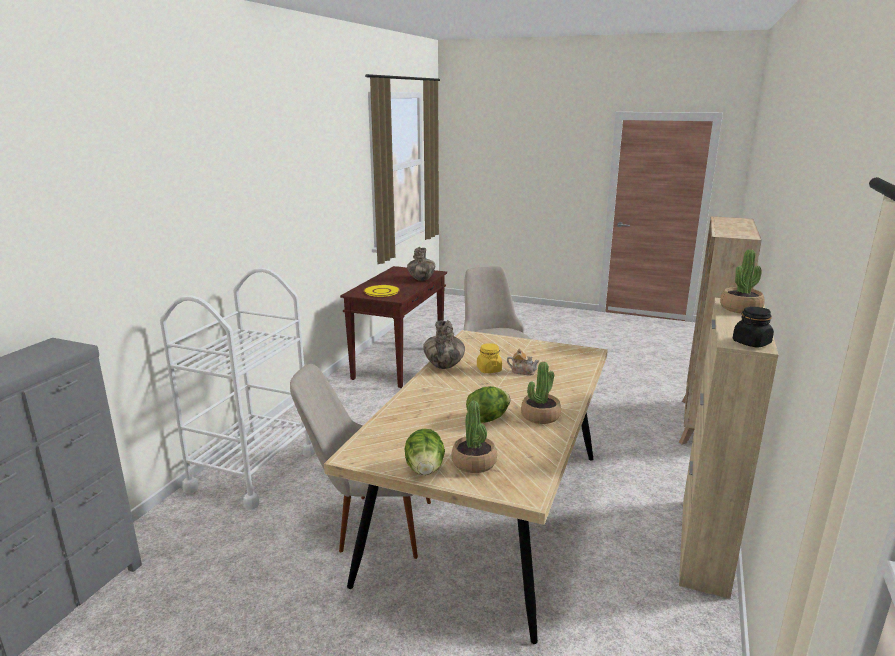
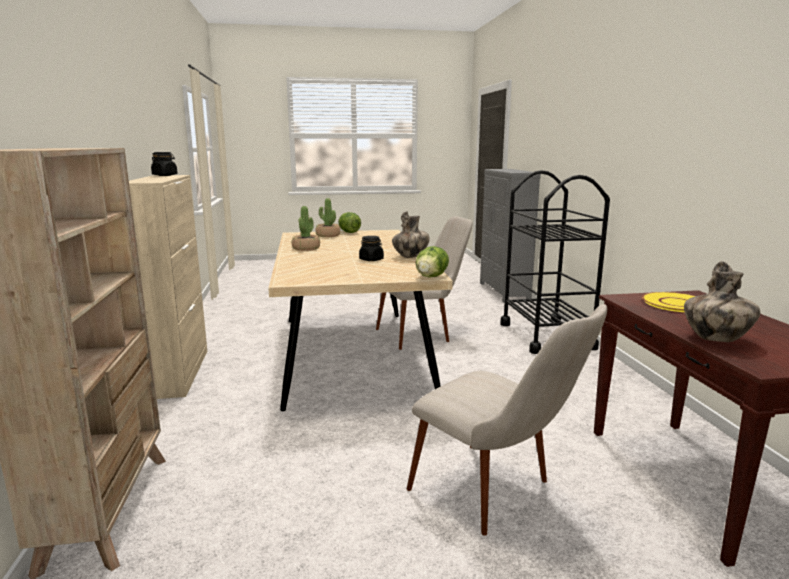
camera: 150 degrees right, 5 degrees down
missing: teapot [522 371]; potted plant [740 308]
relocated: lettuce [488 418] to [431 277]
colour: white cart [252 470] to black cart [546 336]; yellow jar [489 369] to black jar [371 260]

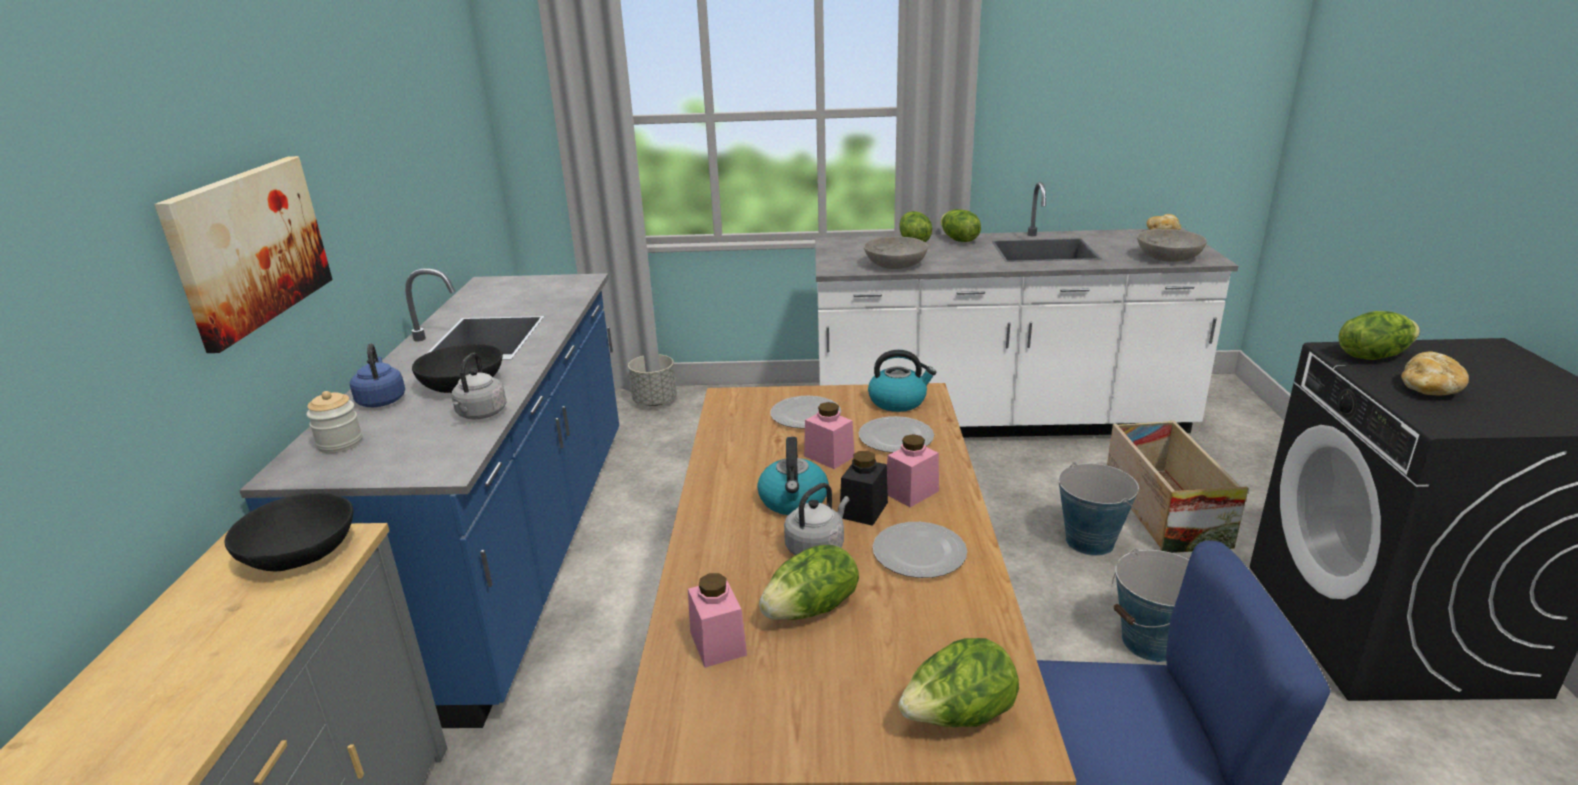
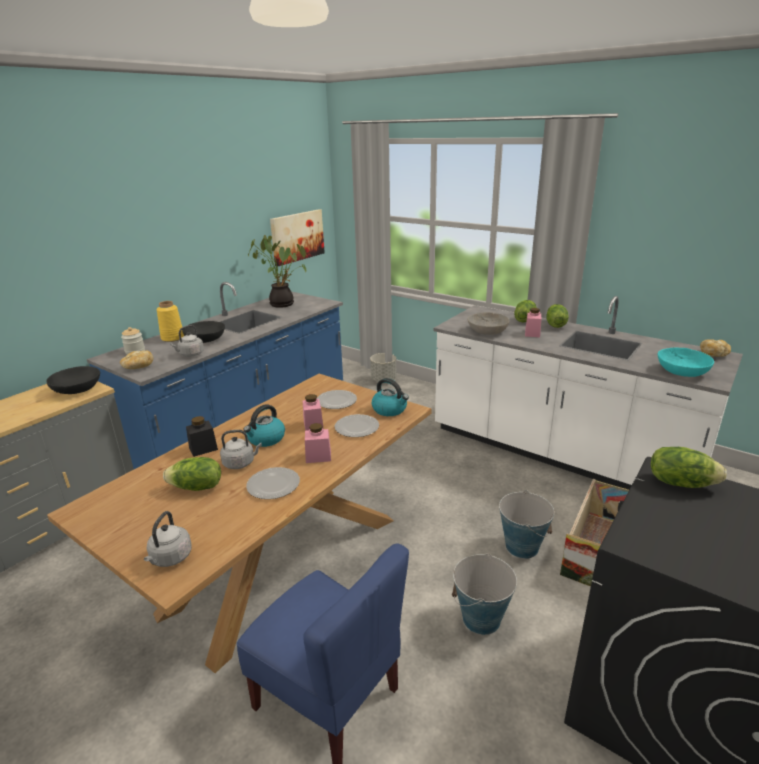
camera: 35 degrees right, 0 degrees up
appeared: potted plant [283 303]
relocated: picture [249 247] to [297 236]; pink jar [718 643] to [532 333]; black jar [864 510] to [203 448]; bread [1429 390] to [138 367]
exchanged: blue kettle [381 400] to yellow vase [172 338]; lettuce [958 717] to grey kettle [170 558]
colour: grey bowl [1167 257] to turquoise bowl [681 371]

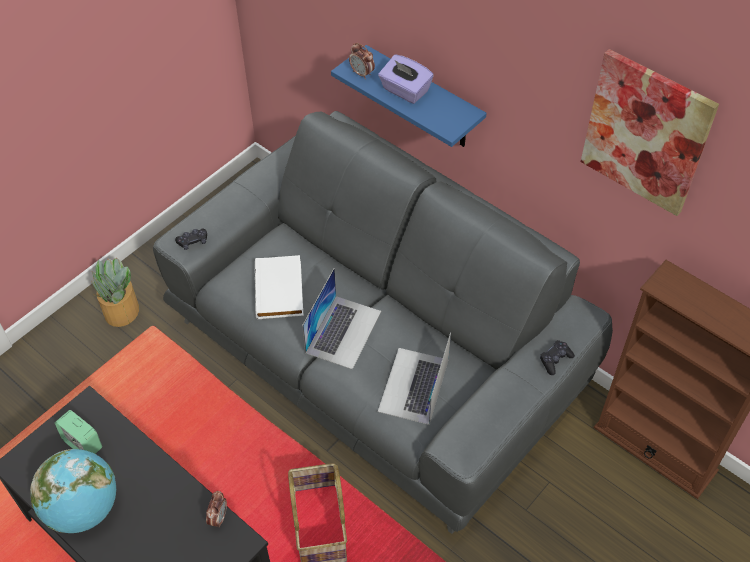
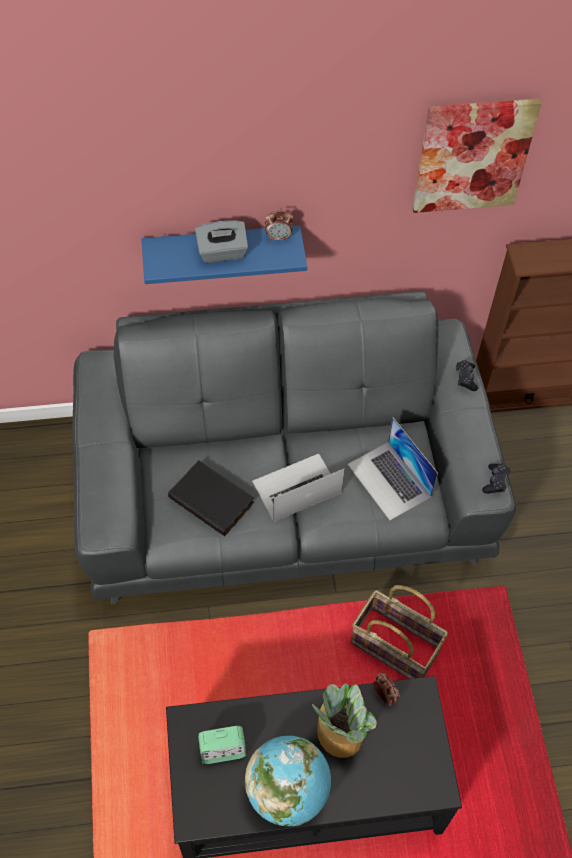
camera: 50 degrees left, 5 degrees up
relocated: potted plant [121 312] to [340 734]; black game controller [193 242] to [495 481]; alarm clock [362 74] to [278 237]
colour: white book [281 290] to black book [213 499]; purple tissue box [405 91] to grey tissue box [222 253]
spun: laptop [343 331] = [296 487] 90 degrees counterclockwise

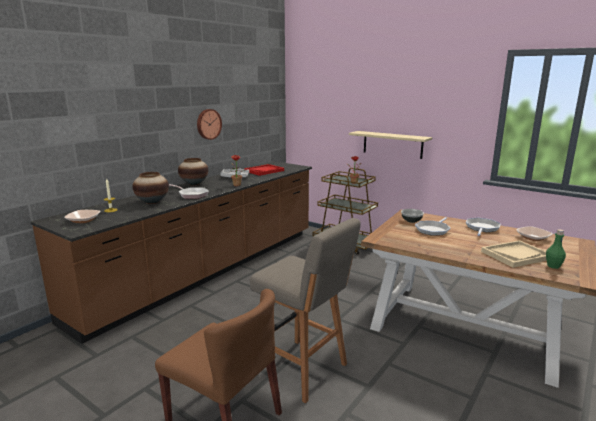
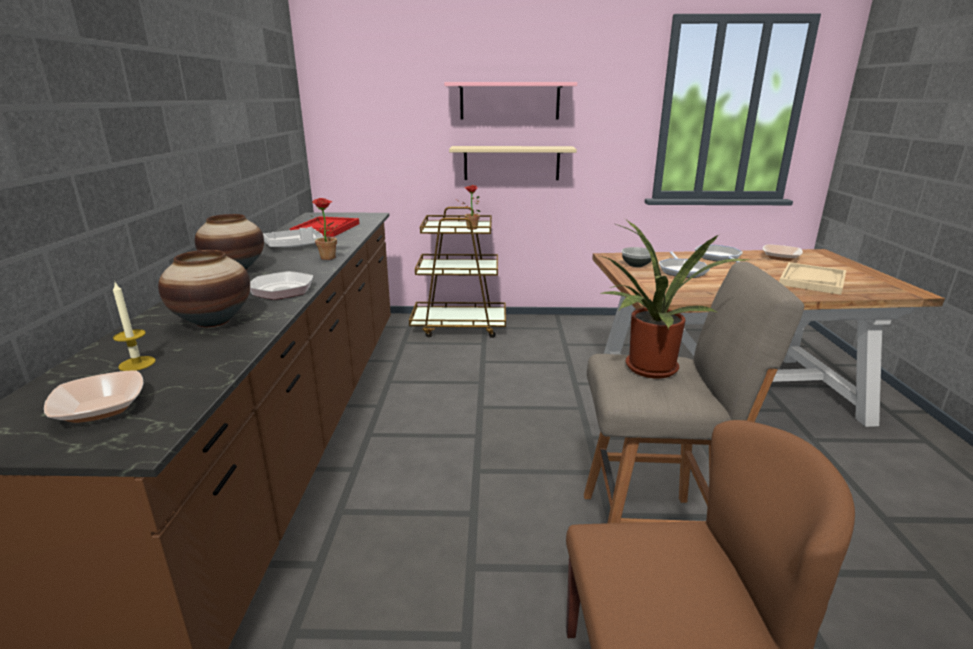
camera: 35 degrees left, 5 degrees up
missing: wall clock [208 124]; green bottle [553 266]
appeared: pink shelf [509 101]; potted plant [649 370]

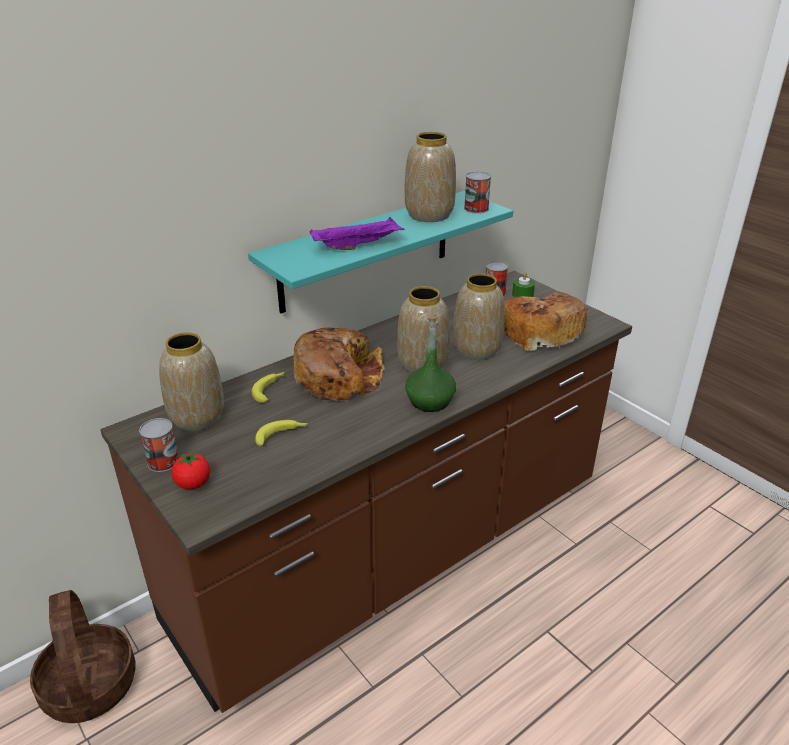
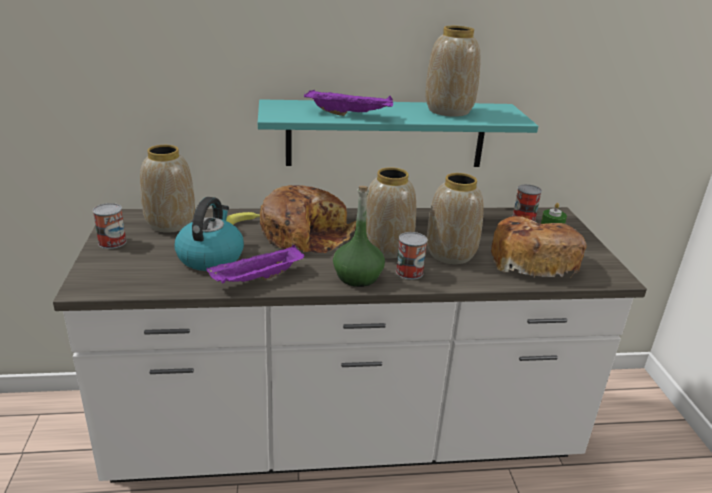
camera: 30 degrees right, 5 degrees down
missing: basket [89 685]; tomato [193 484]
appeared: purple tray [257 279]
relocated: can [476 209] to [409 272]
exchanged: banana [282 435] to kettle [210 257]
colour: brown counter [394 554] to white counter [345 435]

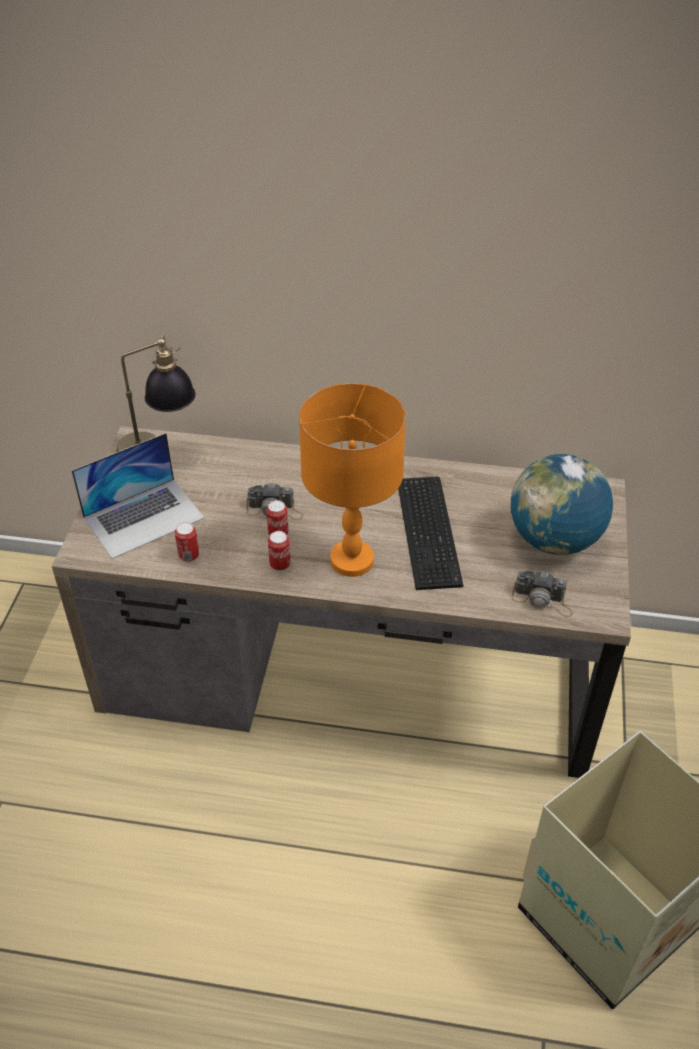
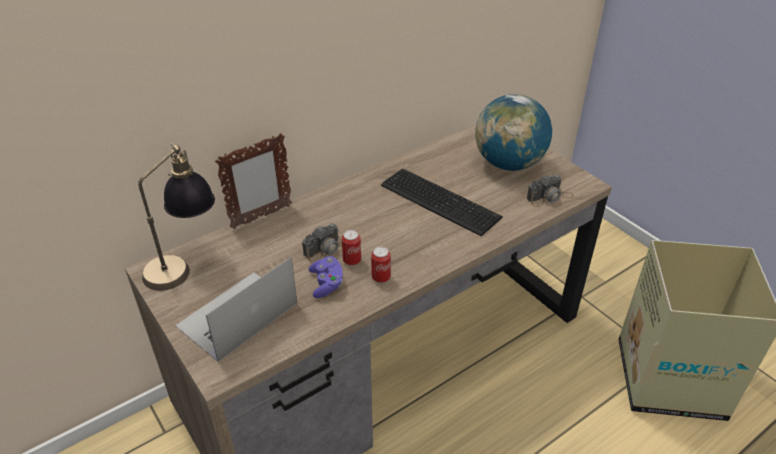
camera: 45 degrees left, 5 degrees down
missing: can [189 556]; orange table lamp [351 561]
appeared: picture frame [261 217]; purple game controller [326 284]
spun: laptop [144 517] = [237 315] 150 degrees counterclockwise

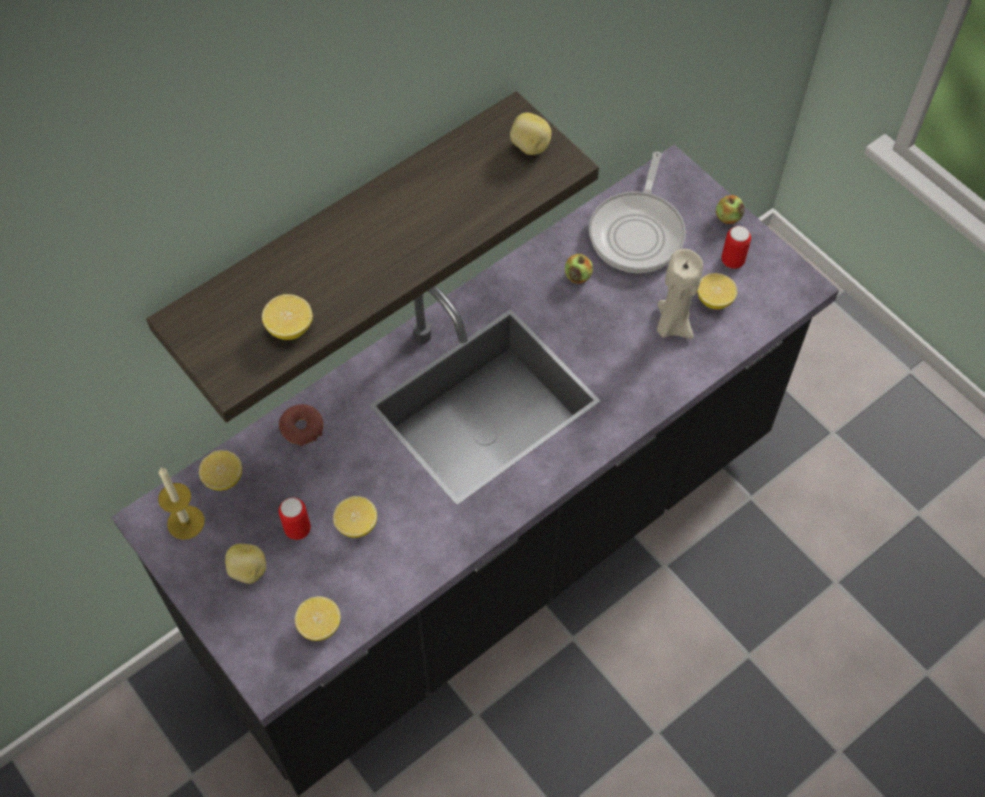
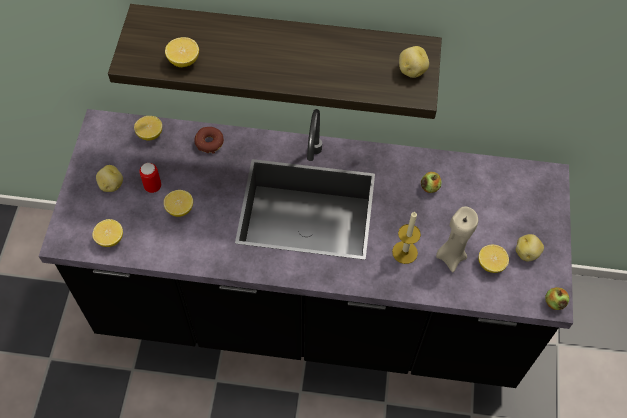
camera: 45 degrees right, 0 degrees up
missing: frying pan [638 232]
relocated: candle [186 522] to [404 252]; apple [728 217] to [554 302]
exchanged: can [732 261] to potato [526 253]

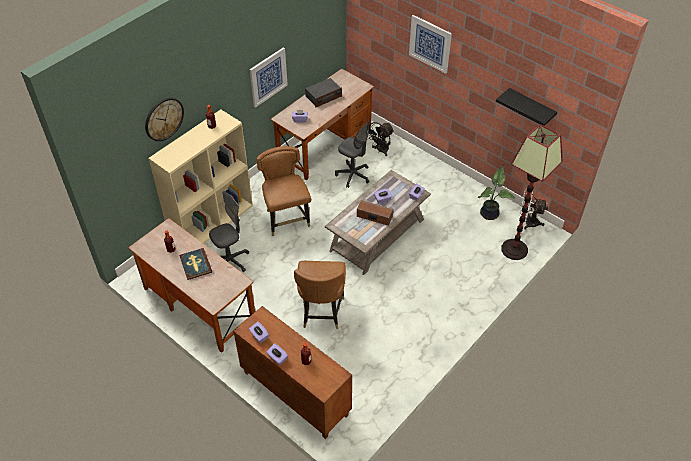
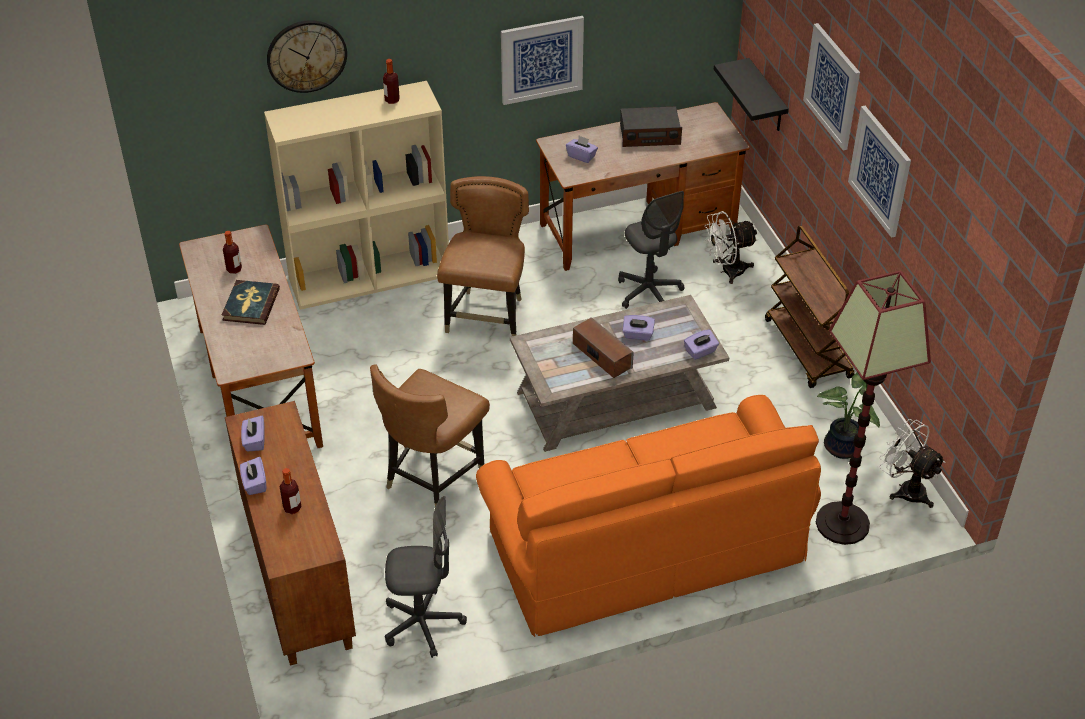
camera: 30 degrees right, 5 degrees down
appeared: orange sofa [645 545]; brown cart [808 349]; picture [880 171]
relocated: grey office chair [230 261] to [423 624]; black shelf [531 107] to [766 97]
colour: black fan [380 150] to white fan [727 271]

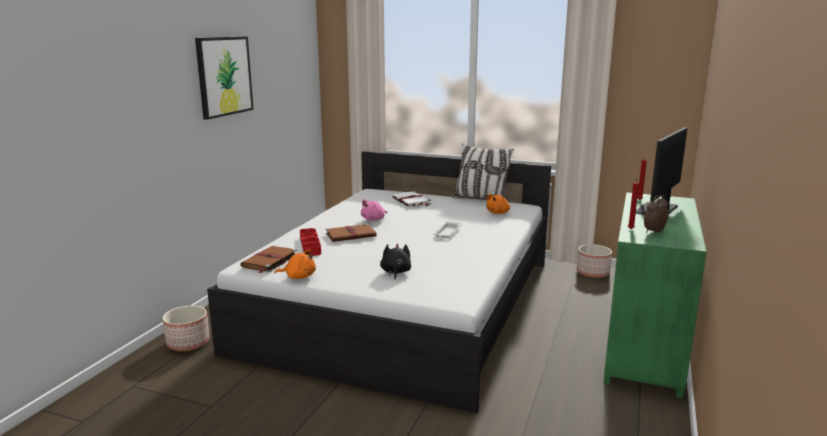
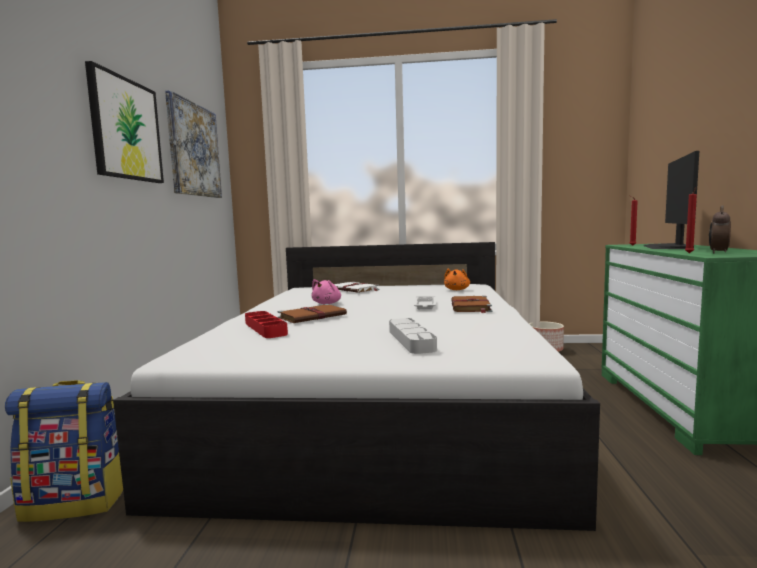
camera: 15 degrees left, 10 degrees down
missing: orange plush toy [299 276]; pillow [481 199]
appeared: picture [194 150]
relocated: brown book [269 261] to [470 307]
exchanged: planter [189 343] to backpack [76 502]; black plush toy [395 272] to grey tray [411 340]

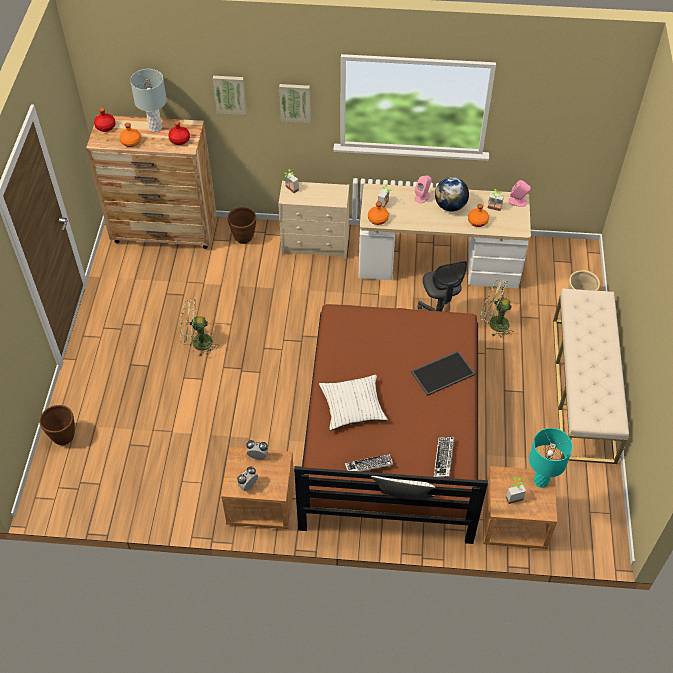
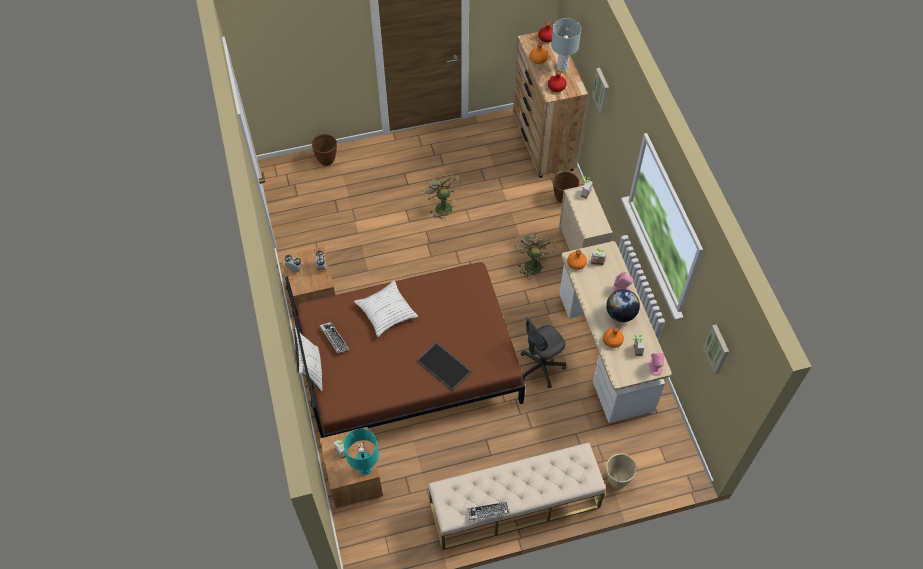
camera: 70 degrees right, 5 degrees up
relocated: picture [295 102] to [717 349]; keyboard [444 458] to [488 512]; green fan [494 323] to [532 263]

